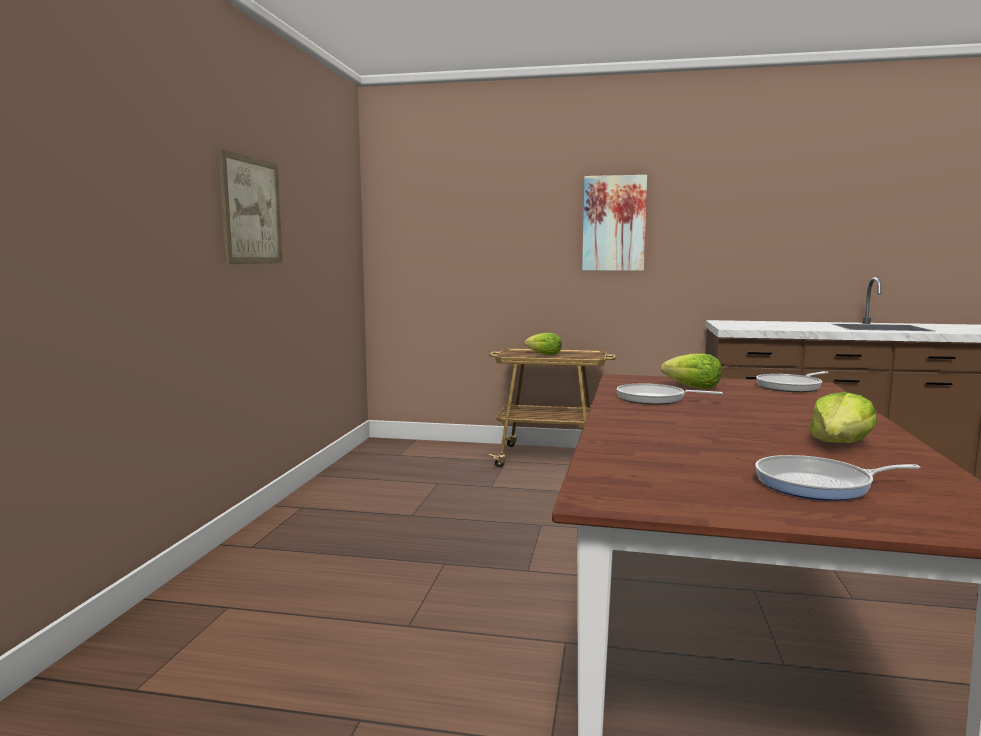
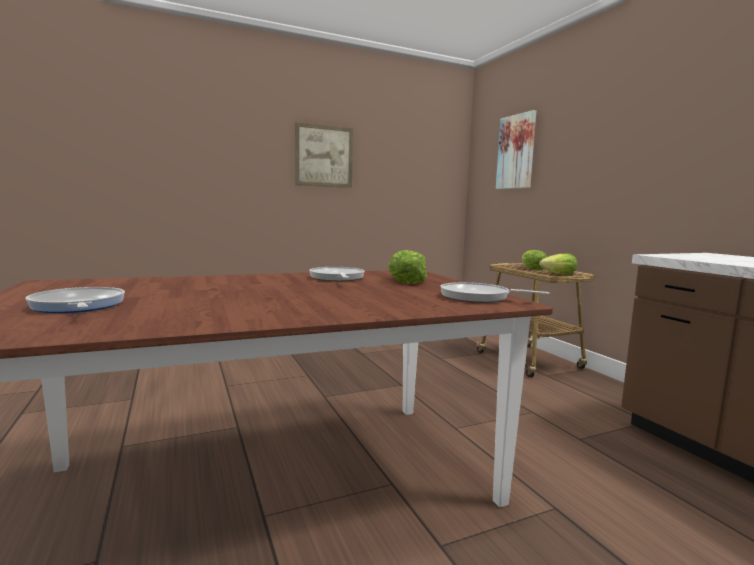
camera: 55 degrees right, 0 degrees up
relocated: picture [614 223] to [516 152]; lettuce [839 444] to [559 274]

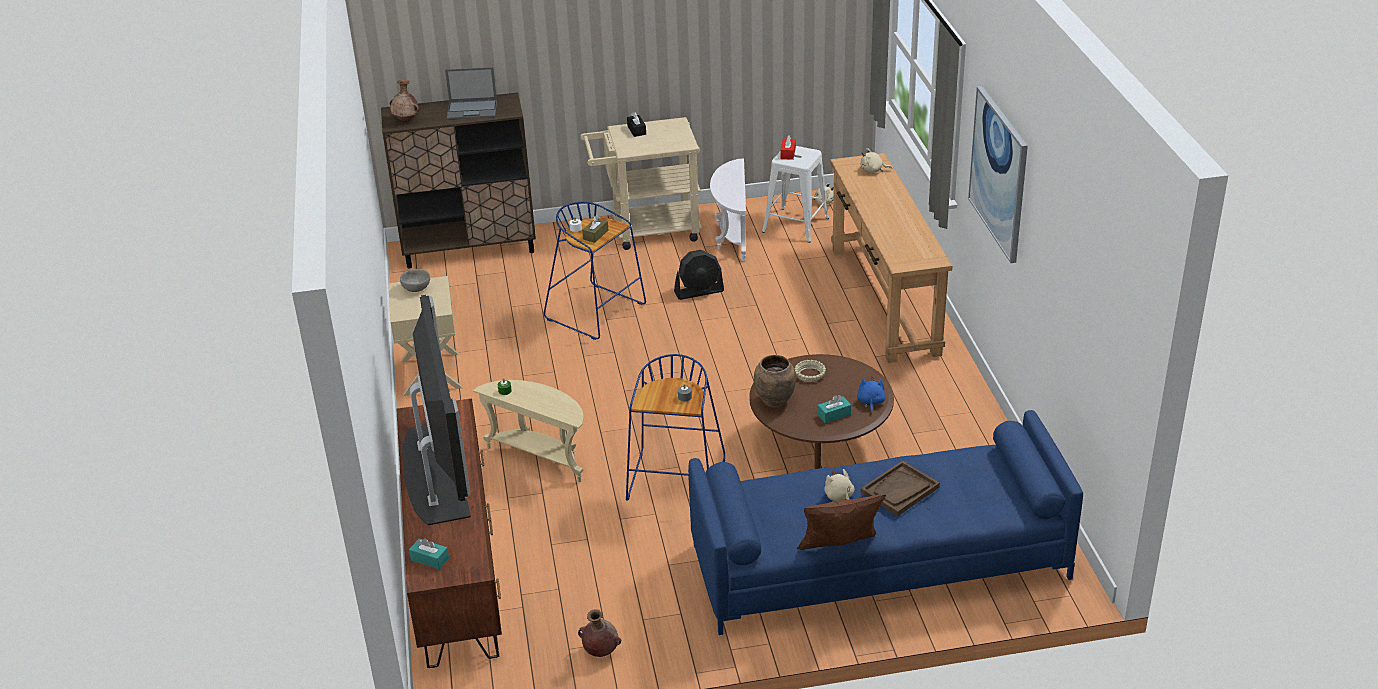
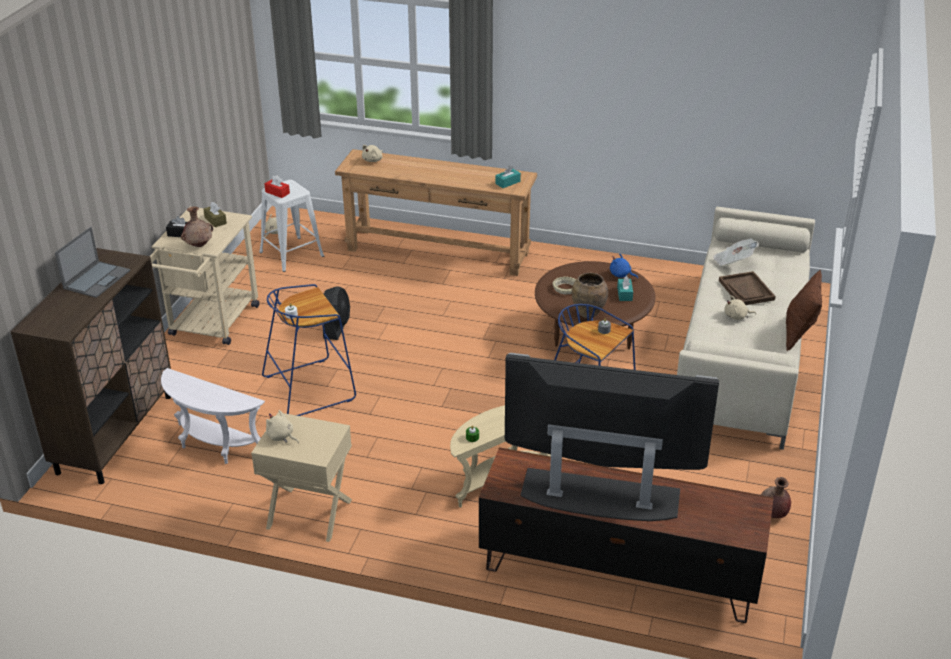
camera: 65 degrees left, 0 degrees up
missing: picture [999 173]
appeared: newspaper [733 262]
relocated: brown vase [406 120] to [199 245]; turquoise tissue box [430 559] to [507 182]; brown tissue box [595 235] to [215 220]; white side table [731 236] to [213 446]
exchanged: grey bowl [416 288] to beige plush toy [281 437]
colour: blue sofa [877 562] to beige sofa [742 354]

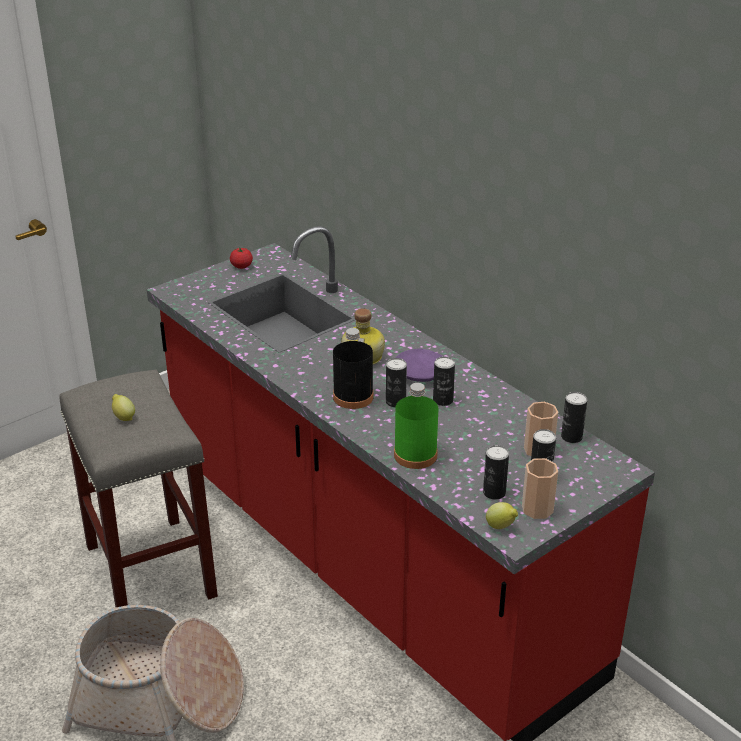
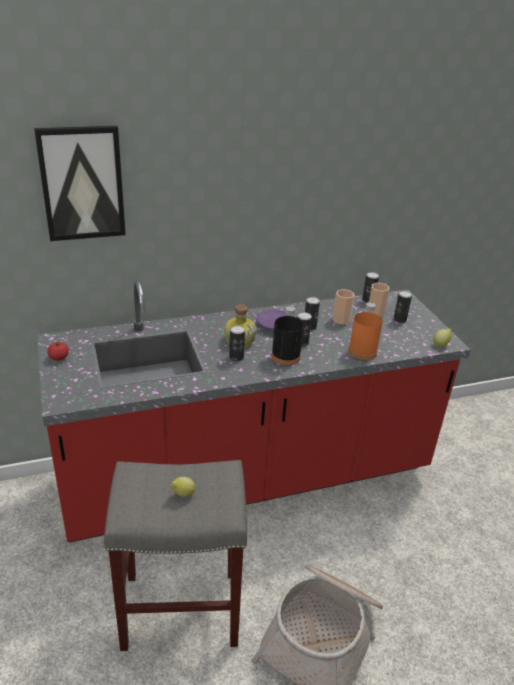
camera: 70 degrees left, 0 degrees up
appeared: picture [82 183]
relocated: can [494 492] to [236 357]; cup [537 509] to [341 320]
colour: green bottle [415 455] to orange bottle [362 352]

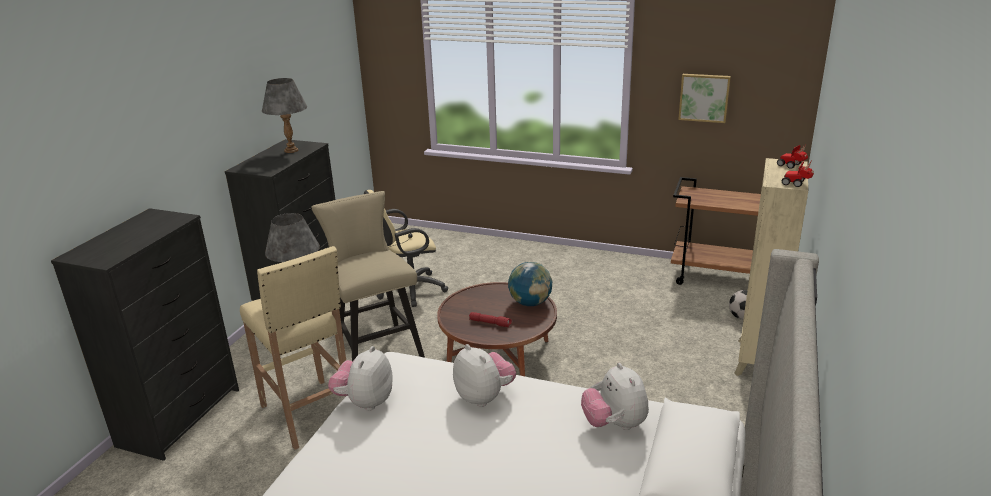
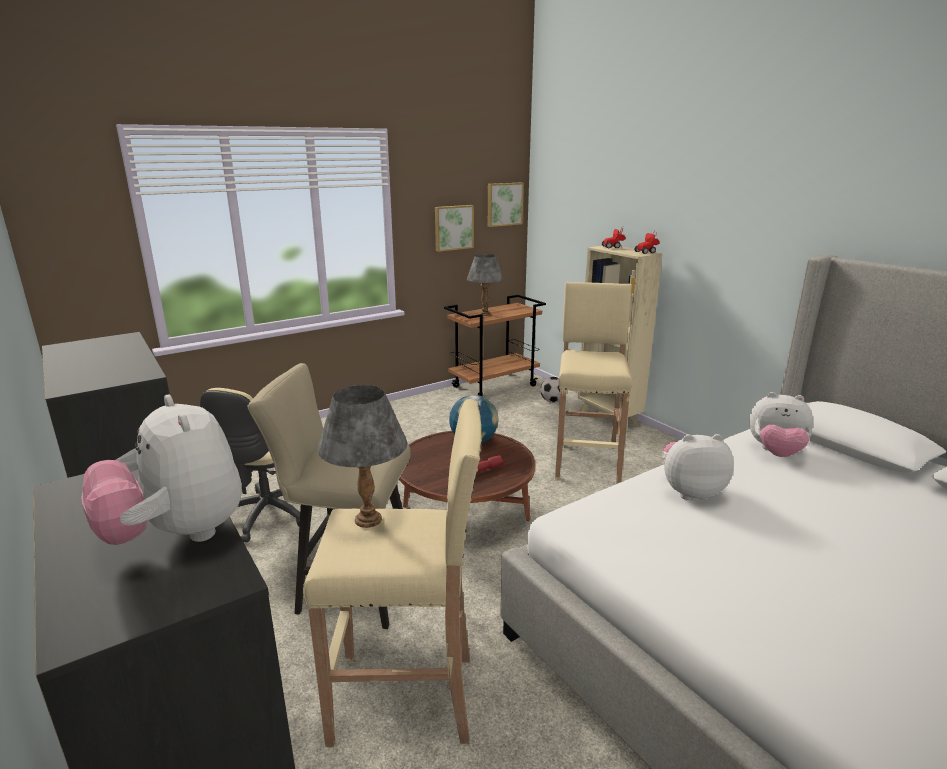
camera: 55 degrees left, 5 degrees down
appeared: picture [504 204]; beige stool [586 461]
relocated: grey table lamp [291 150] to [485 314]; plush toy [365 402] to [178 535]

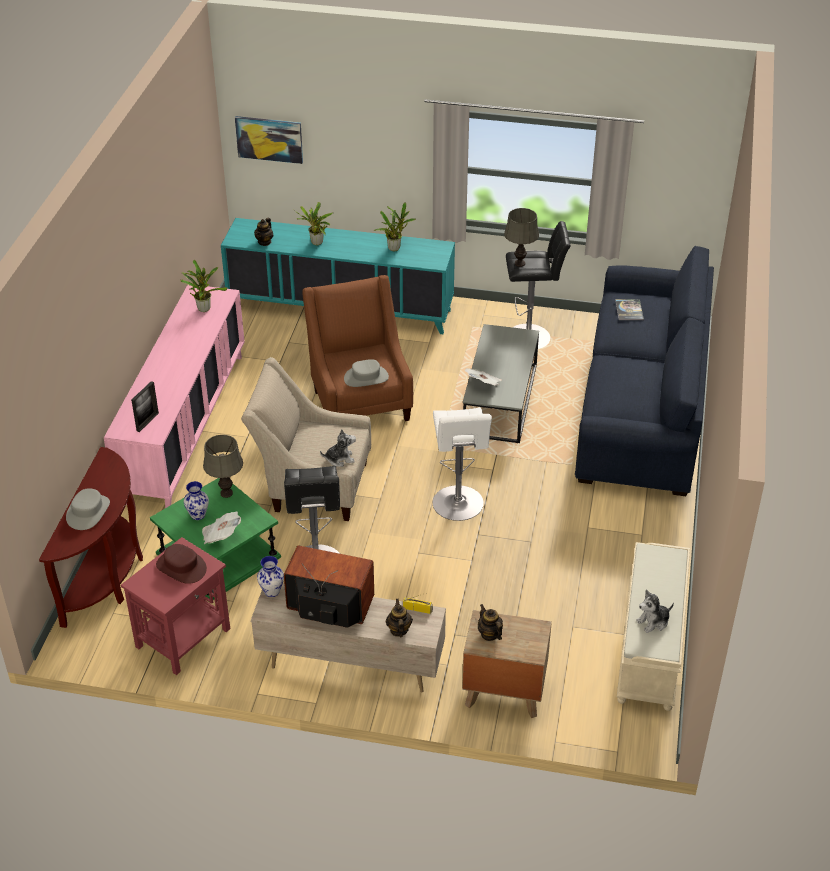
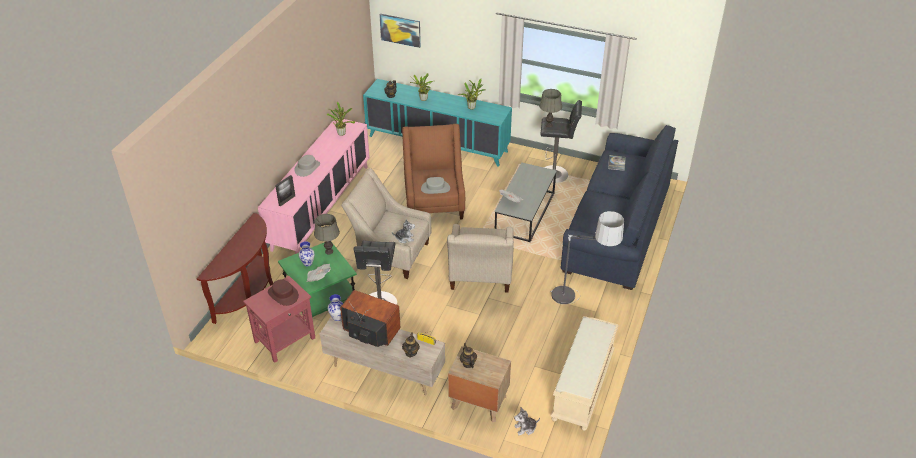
camera: 10 degrees right, 0 degrees up
appeared: floor lamp [580 304]
relocated: grey hat [88 512] to [307 168]; plush toy [653 622] to [525 428]
exchanged: white stool [458 505] to beige armchair [480 278]

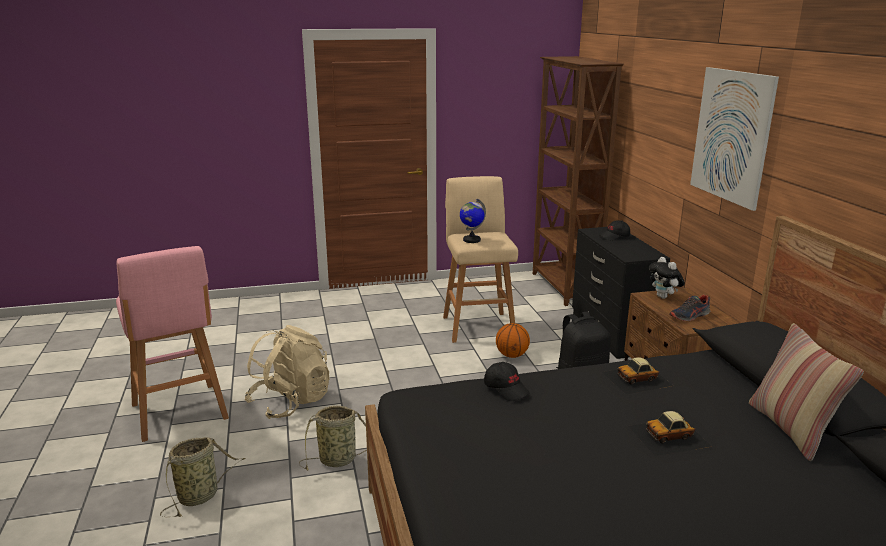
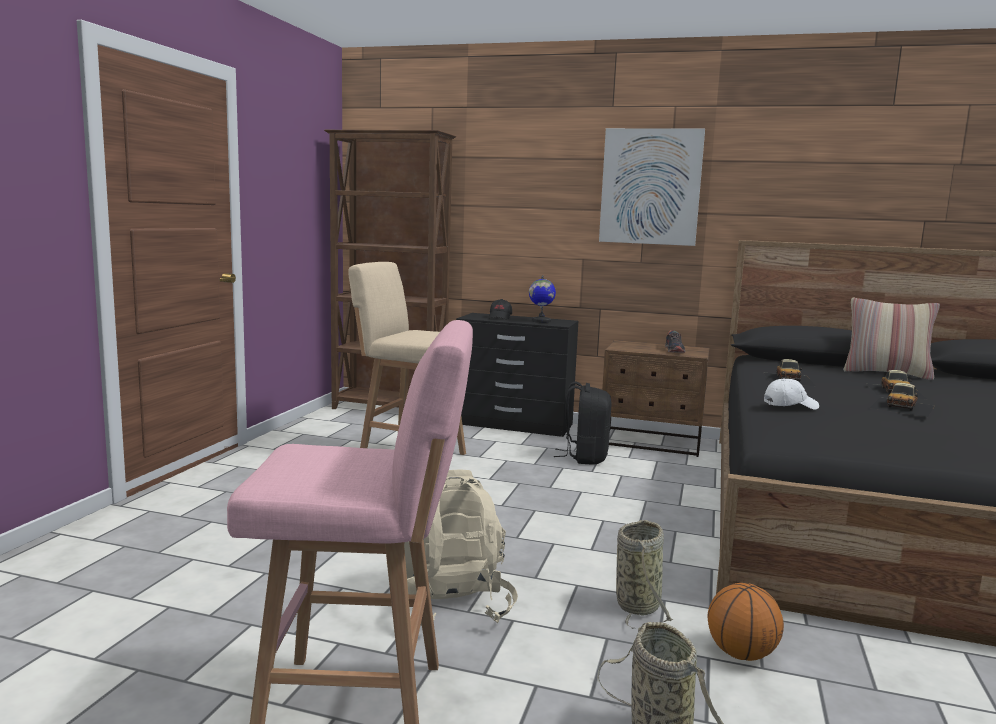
camera: 60 degrees left, 10 degrees down
missing: plush toy [664 297]
appeared: toy car [902 406]
relocated: globe [471 240] to [541 321]; basketball [512 355] to [741 654]
colour: black cap [506 389] to white cap [790 405]

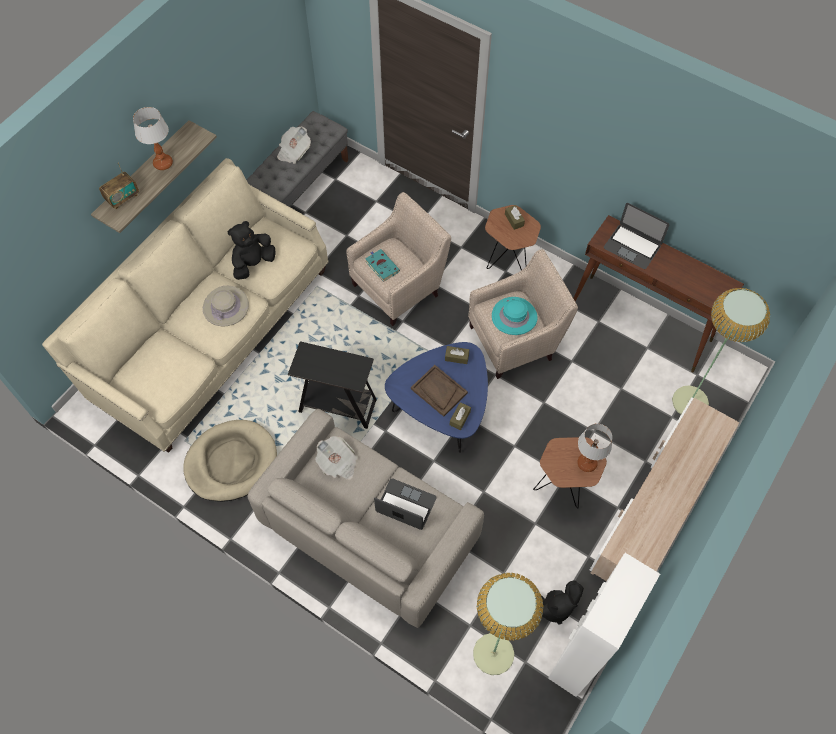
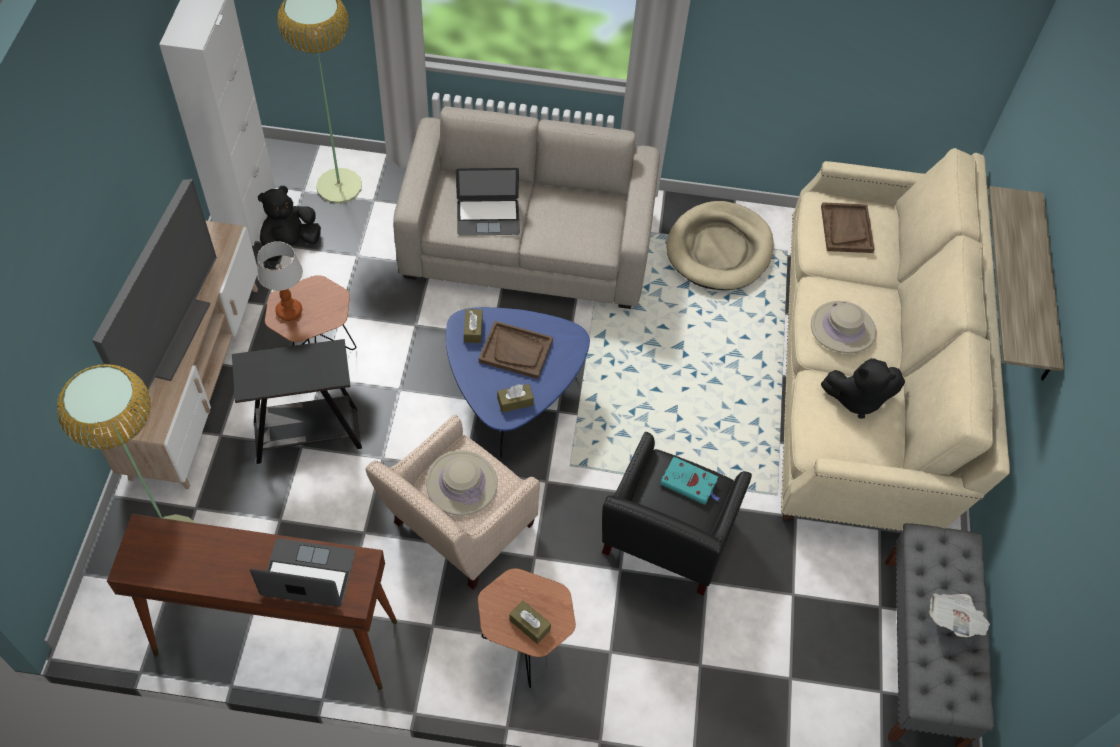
camera: 150 degrees right, 5 degrees down
missing: radio [122 198]; table lamp [163 163]; newspaper [338 463]
appeared: television [169 335]; brown tray [846 229]
relocated: black side table [337 406] to [307 435]
colour: beige armchair [400 286] to black armchair [663 543]; turquoise hat [514 317] to beige hat [461 483]
spun: black plush toy [253 263] = [857 398] 75 degrees clockwise

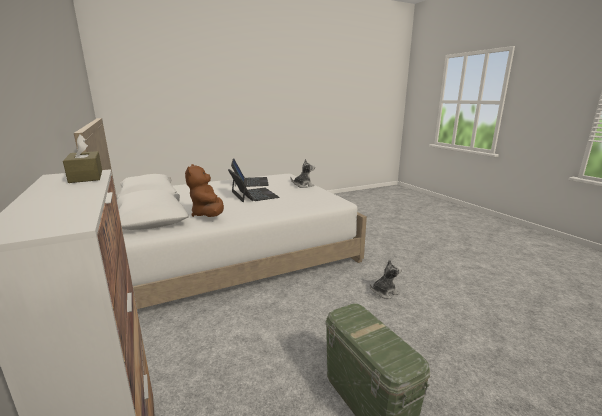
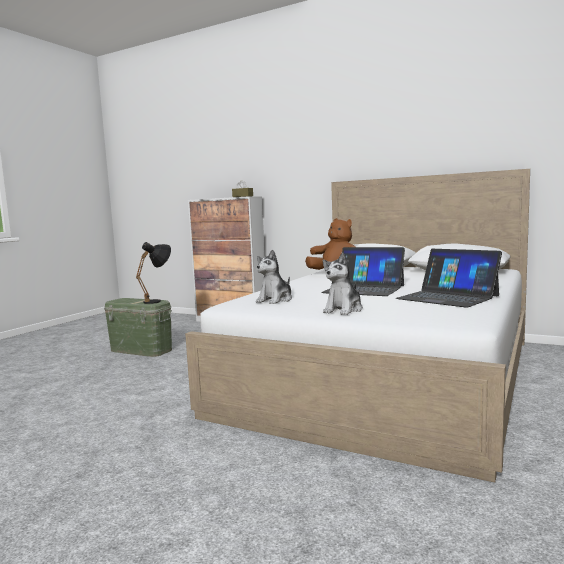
camera: 145 degrees right, 10 degrees down
appeared: black table lamp [158 301]
relocated: plush toy [384 292] to [275 300]

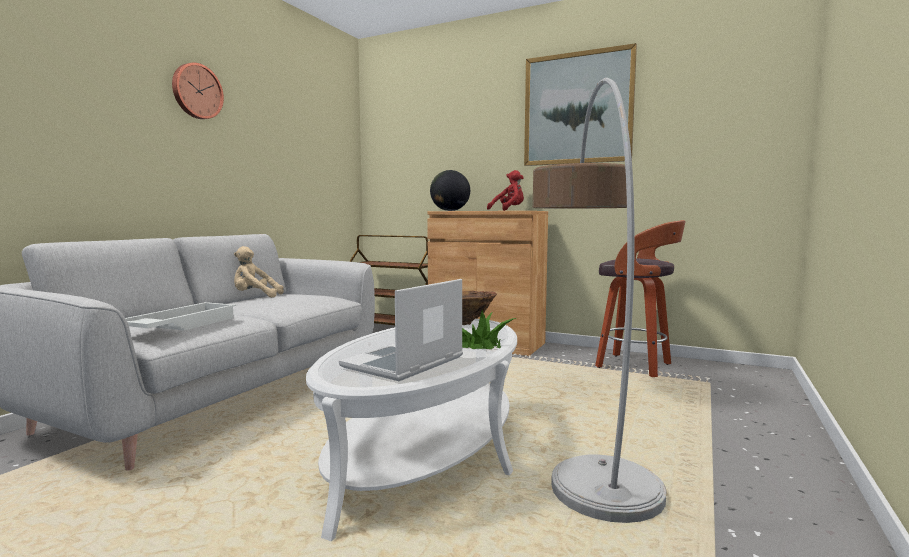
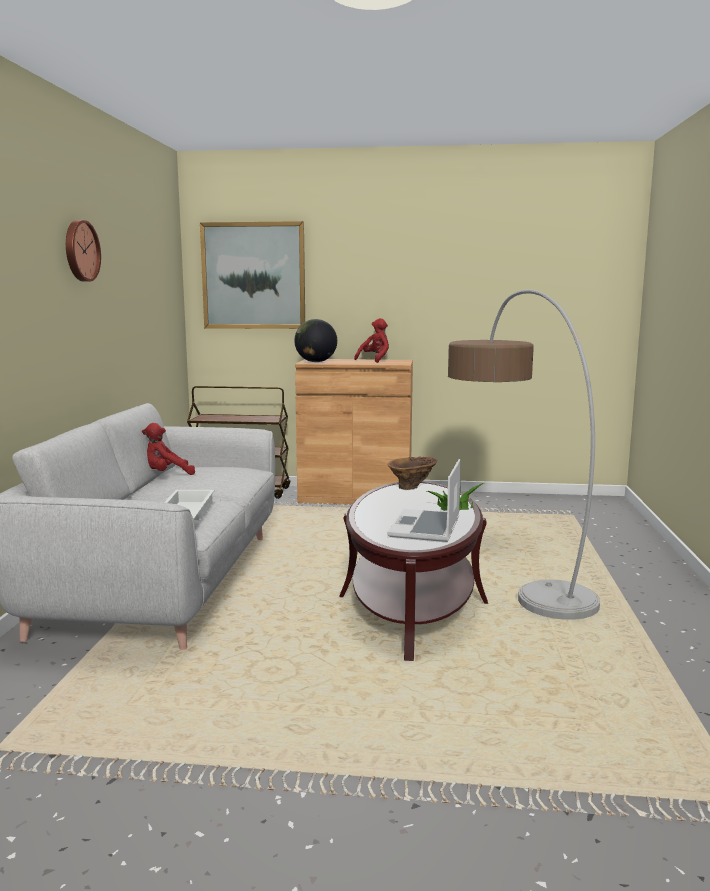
camera: 20 degrees left, 5 degrees up
missing: stool [636 366]
relocated: picture [577 109] to [253 276]
colour: beige plush toy [255 297] to red plush toy [166 475]; white coffee table [426 454] to brown coffee table [412 600]

